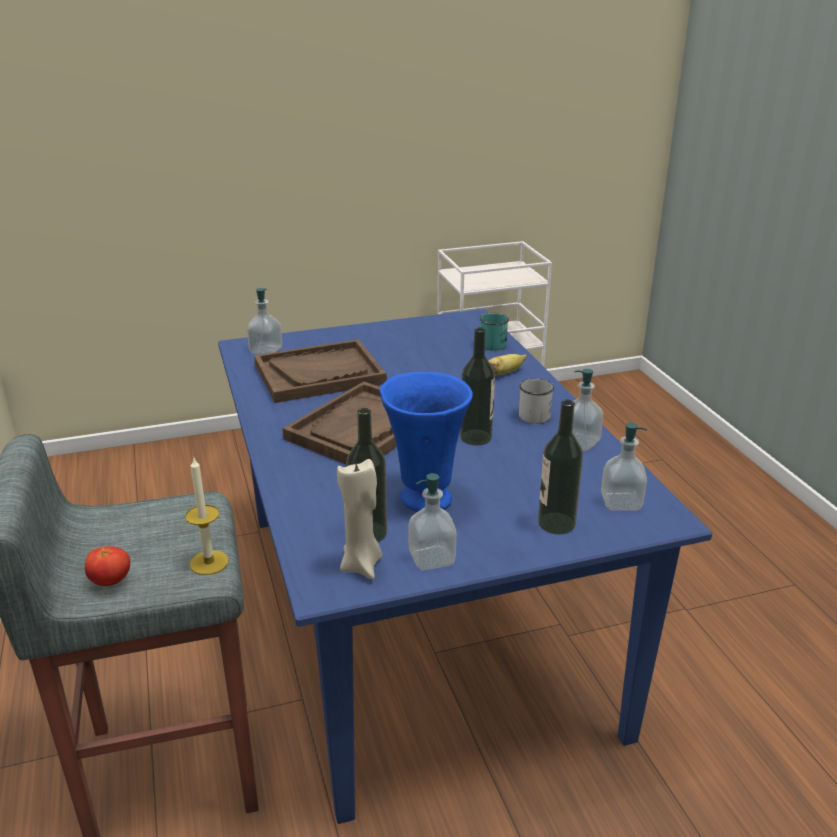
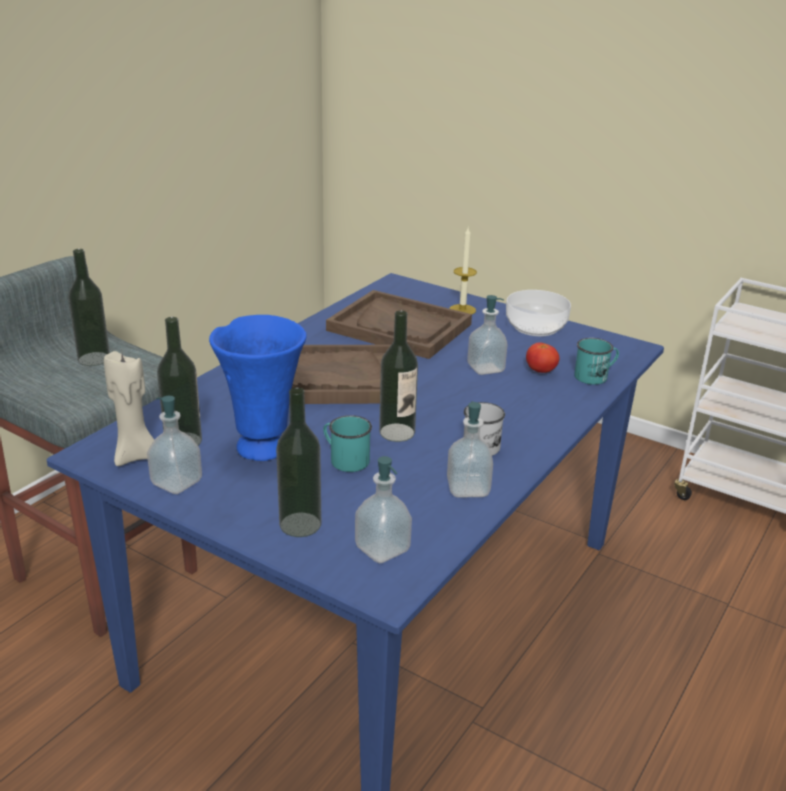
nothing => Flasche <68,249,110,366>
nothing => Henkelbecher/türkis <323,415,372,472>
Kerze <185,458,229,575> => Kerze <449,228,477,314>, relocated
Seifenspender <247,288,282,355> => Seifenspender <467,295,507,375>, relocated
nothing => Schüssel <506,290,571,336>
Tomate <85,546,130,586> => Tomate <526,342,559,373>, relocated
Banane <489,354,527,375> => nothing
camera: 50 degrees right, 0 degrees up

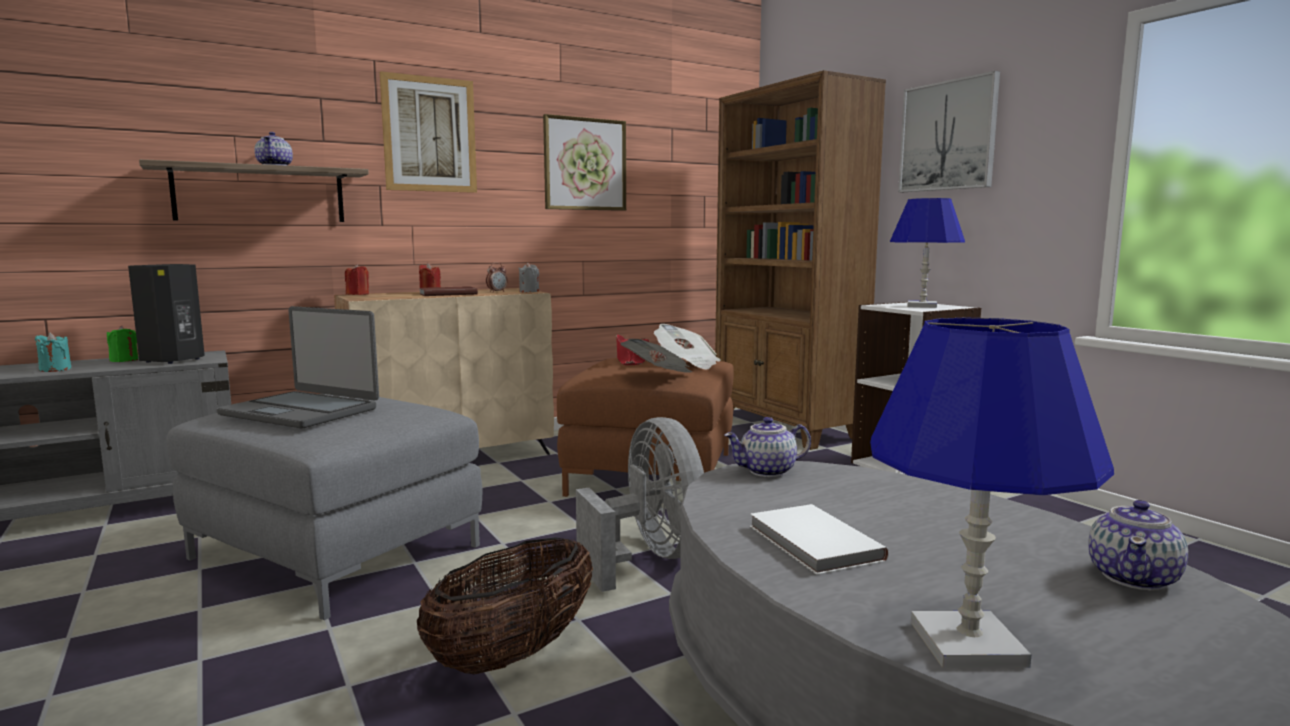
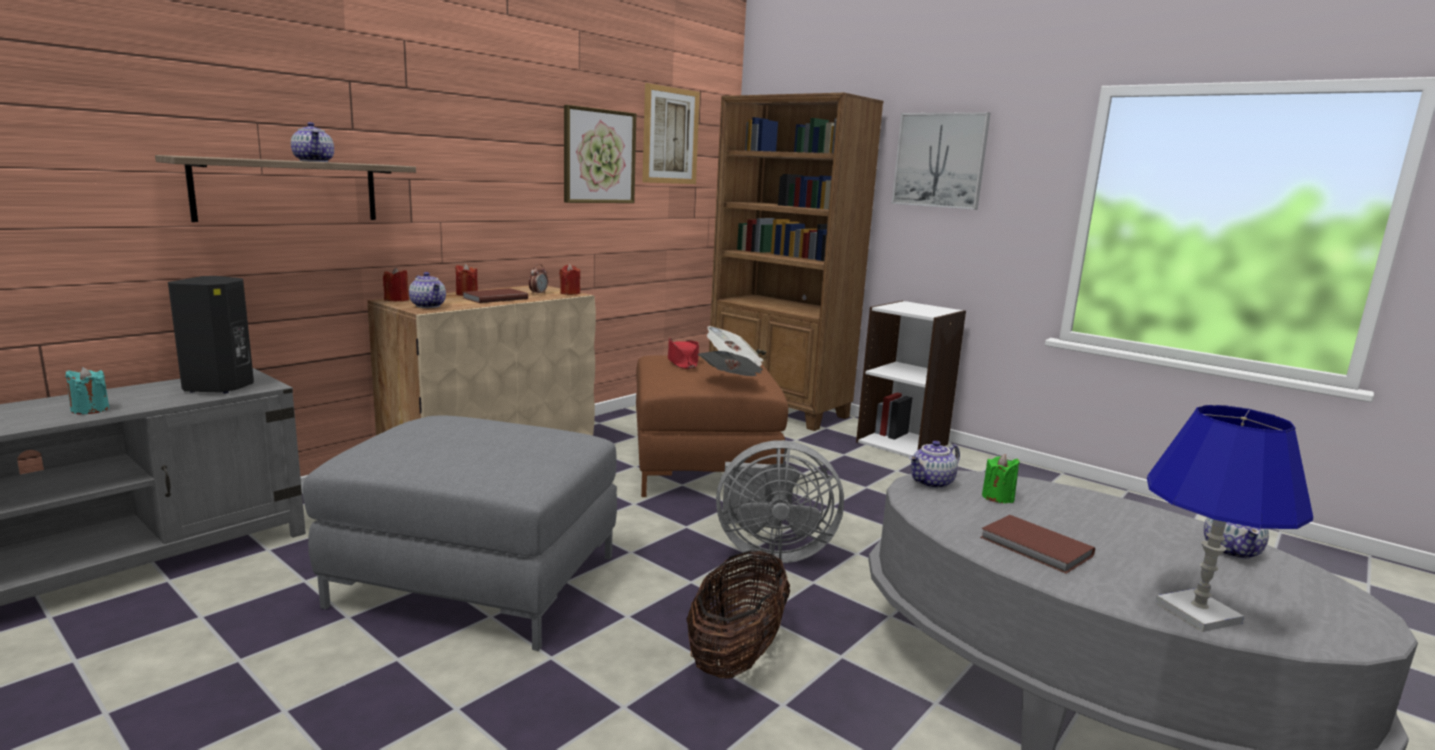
nothing => Teekanne <409,272,446,308>
Kerze/grau <519,262,539,293> => Kerze/rot <559,264,580,295>
Bild <380,71,477,193> => Bild <643,83,700,184>, relocated
Ventilator/grau <576,417,704,592> => Ventilator/grau <716,440,844,563>, 135 degrees clockwise
Buch/weiß <750,504,889,575> => Buch/braun <980,515,1095,574>
Kerze/grün <107,326,138,362> => Kerze/grün <982,454,1020,503>, relocated
Laptop <217,306,379,428> => nothing
Tischlampe/blau <890,198,965,308> => nothing
camera: 20 degrees left, 5 degrees up

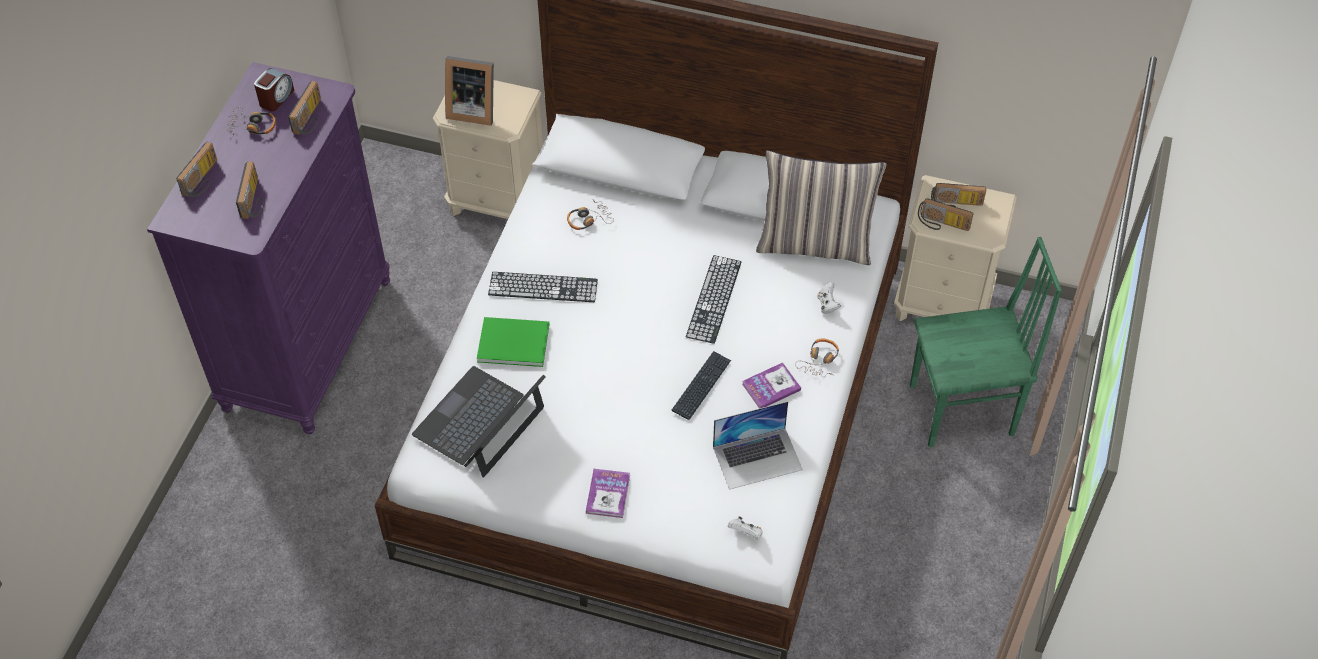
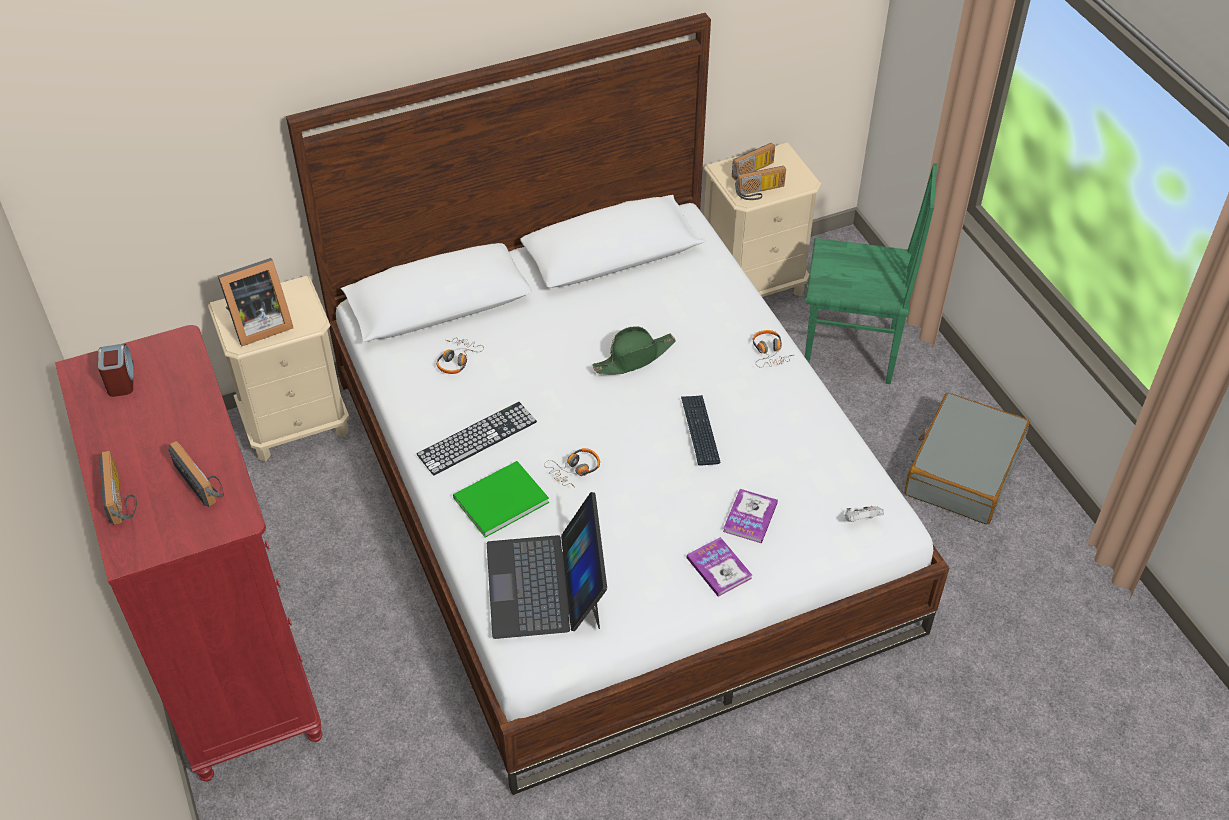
Kommode/lila <147,62,390,434> => Kommode/rot <55,325,323,782>
Kopfhörer <227,107,276,137> => Kopfhörer <544,448,600,488>, relocated
Tastatur <686,255,741,344> => Hut/grün <592,326,676,375>
Buch <742,362,801,408> => Buch <723,489,778,544>, relocated
Stuhl/grün <910,237,1062,447> => Stuhl/grün <805,163,937,384>, 60 degrees clockwise
nothing => Koffer/grau <904,393,1030,524>
Radio <288,81,321,135> => nothing
Laptop <713,401,803,490> => nothing
Kissen <756,150,886,265> => nothing
Gamepad/weiß <817,282,841,314> => nothing
camera: 40 degrees left, 5 degrees down

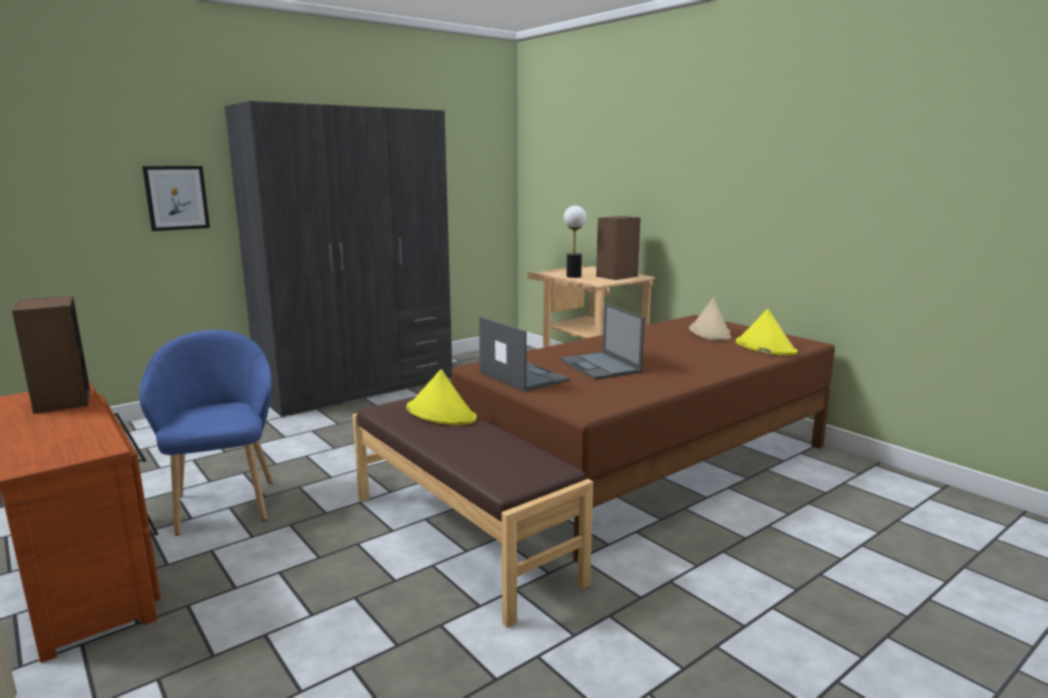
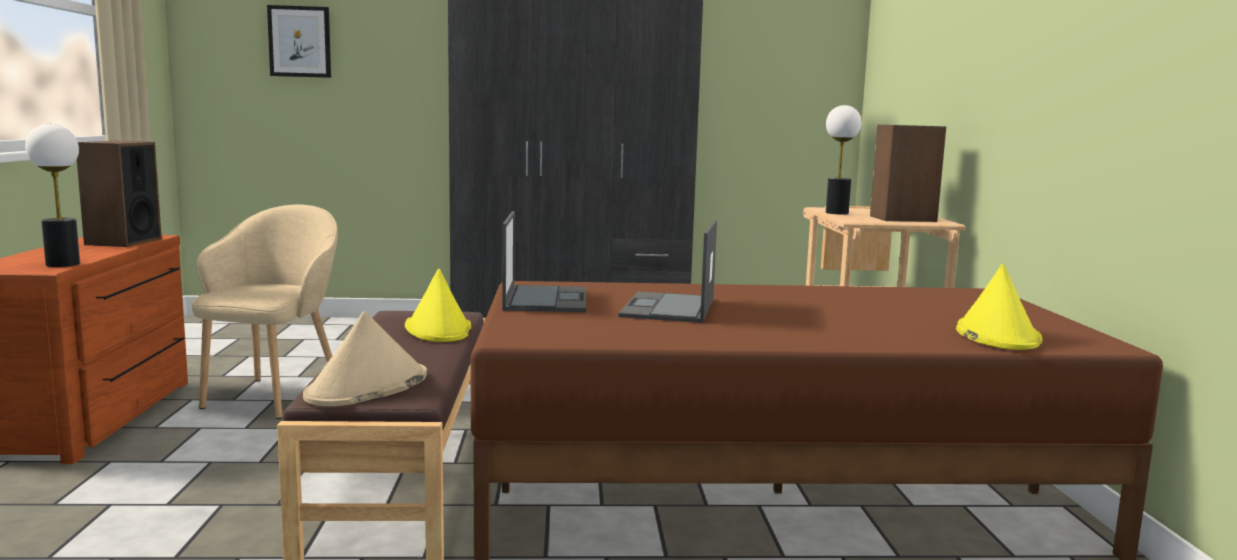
nothing => Tischlampe <25,124,80,267>
Sessel/blau <139,330,273,536> => Sessel/beige <192,204,338,419>
Bild <142,166,210,231> => Bild <267,5,331,78>, relocated
Hut/beige <689,297,731,341> => Hut/beige <303,311,427,406>, relocated
camera: 35 degrees right, 5 degrees down

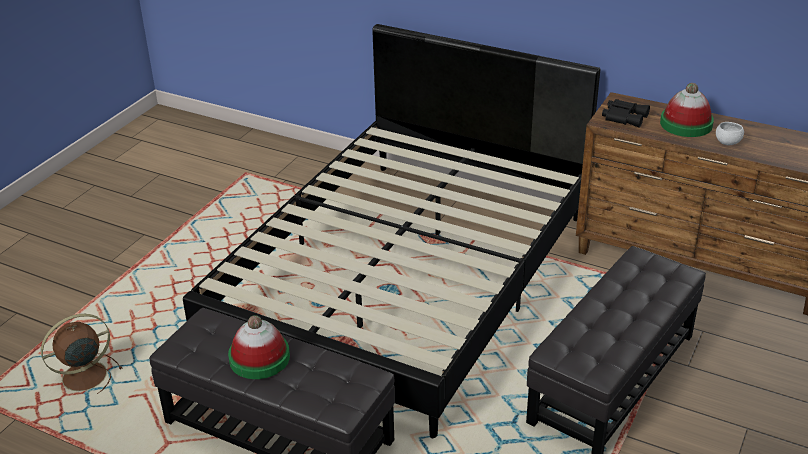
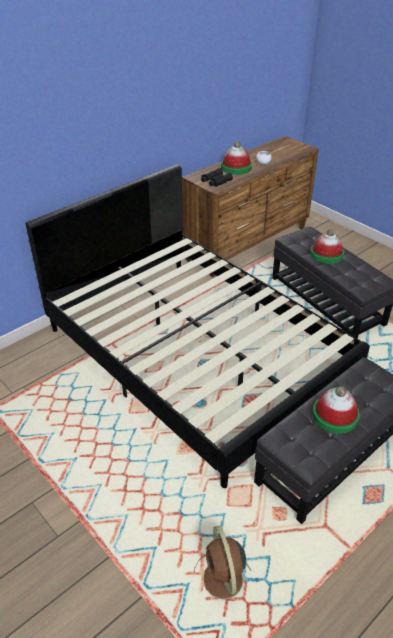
nothing => Hut <310,229,344,264>
camera: 70 degrees left, 5 degrees up

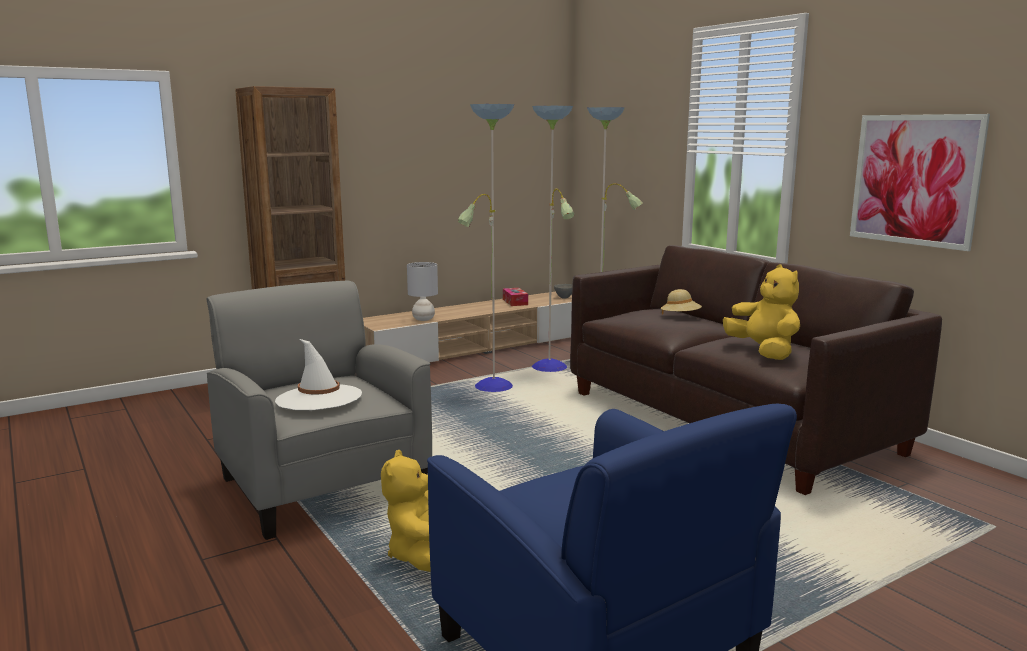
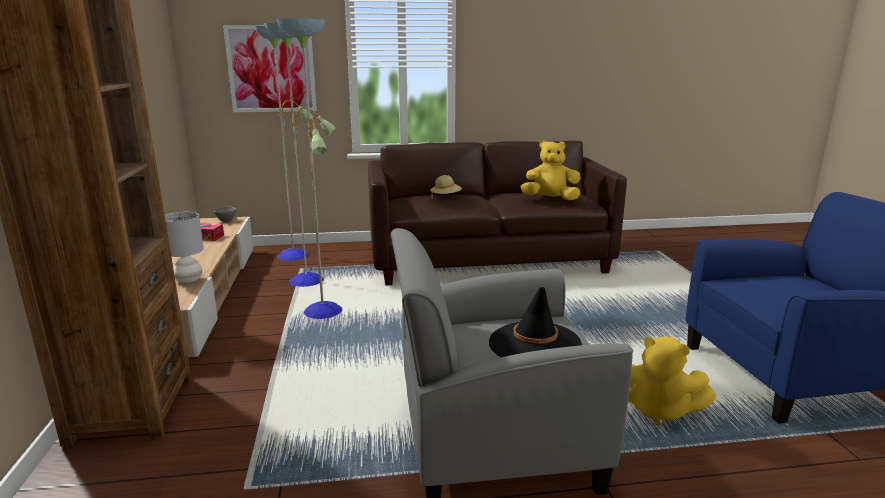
Bild <850,114,990,251> => Bild <223,25,317,112>, relocated
Hut/weiß <275,339,362,410> => Hut/schwarz <489,287,582,357>
camera: 65 degrees left, 5 degrees up

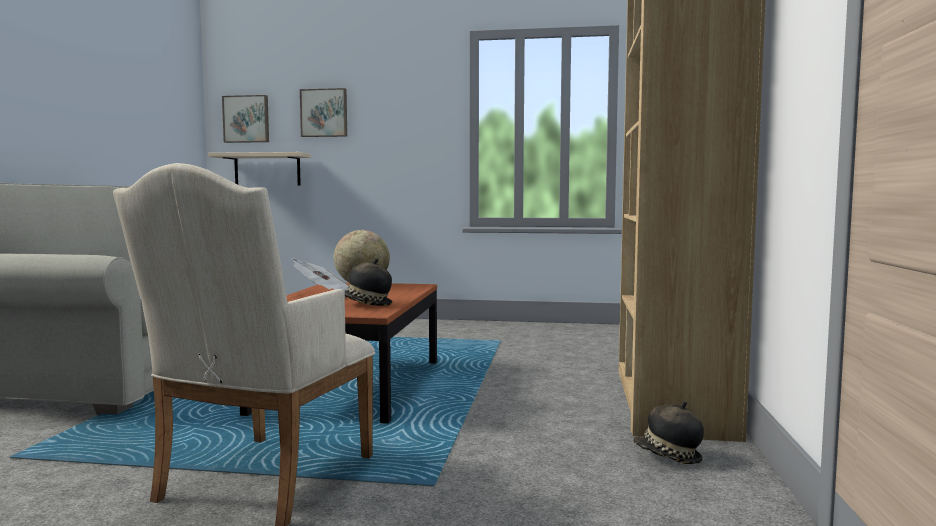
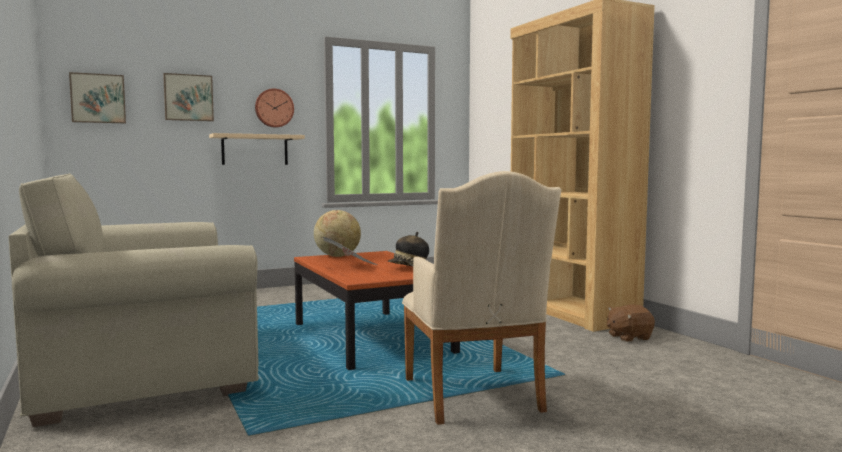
Wandregal/beige <208,152,311,186> => Wandregal/beige <209,133,305,165>, relocated
nothing => Wanduhr <255,89,294,128>
Hut <633,401,704,464> => Plüschtier/braun <607,305,655,342>
camera: 35 degrees left, 0 degrees up

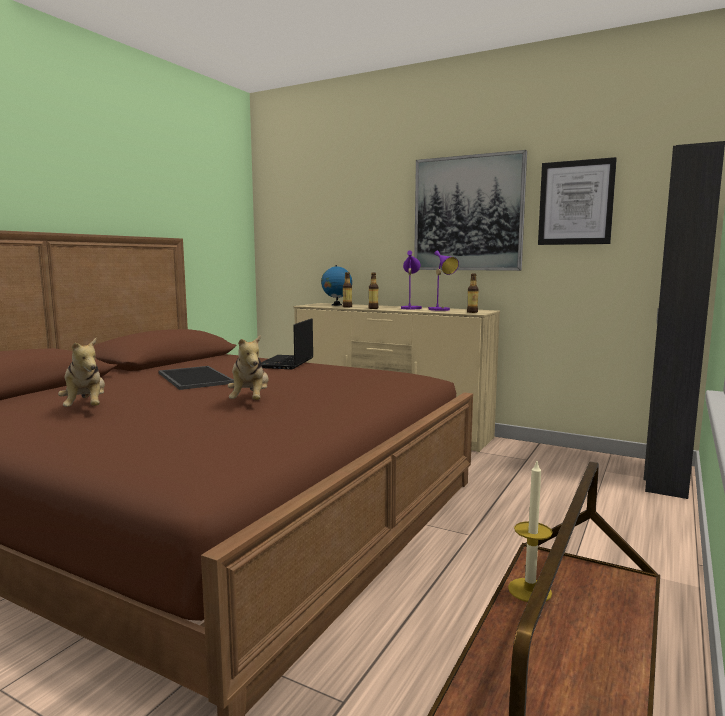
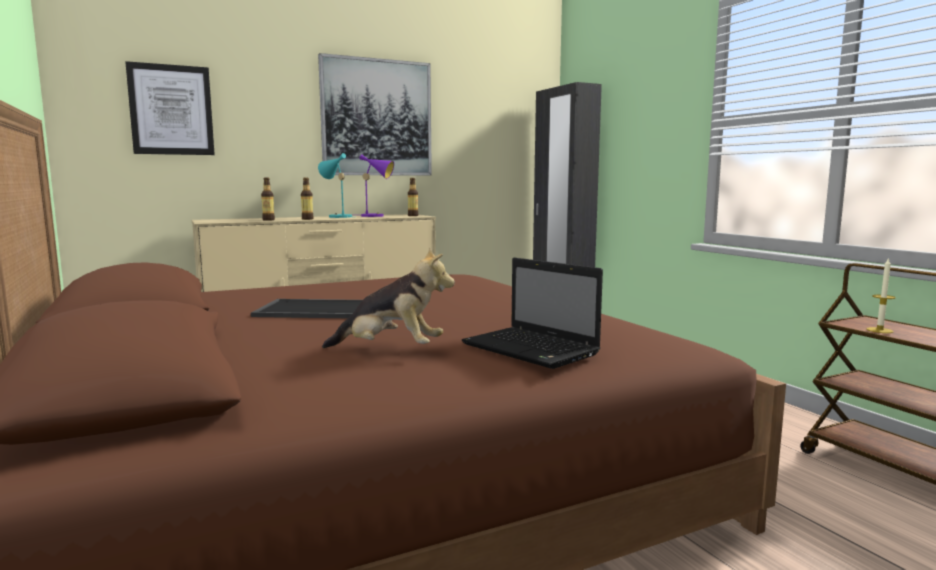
Bild <538,157,617,245> => Bild <125,61,215,155>, relocated
Tischlampe/lila <401,251,422,310> => Tischlampe/türkis <318,153,352,218>
Laptop <261,318,313,369> => Laptop <462,258,603,369>, relocated
Plüschtier <228,335,269,400> => nothing
Globus <321,265,352,306> => nothing
camera: 55 degrees left, 0 degrees up

